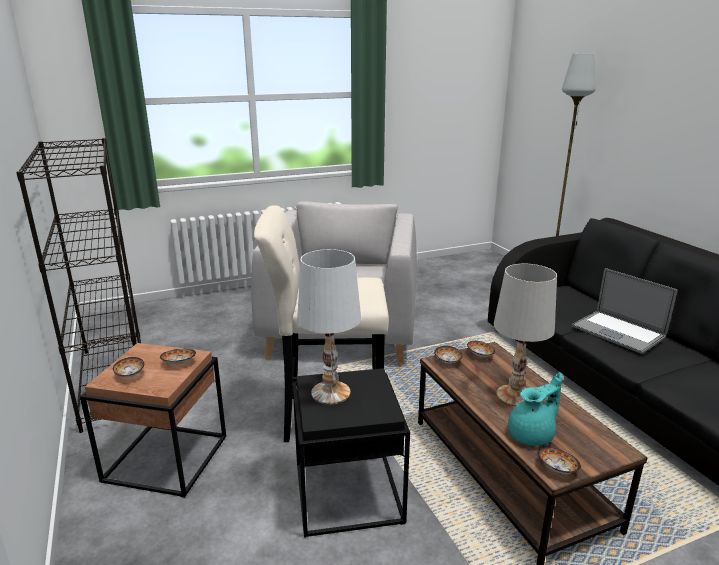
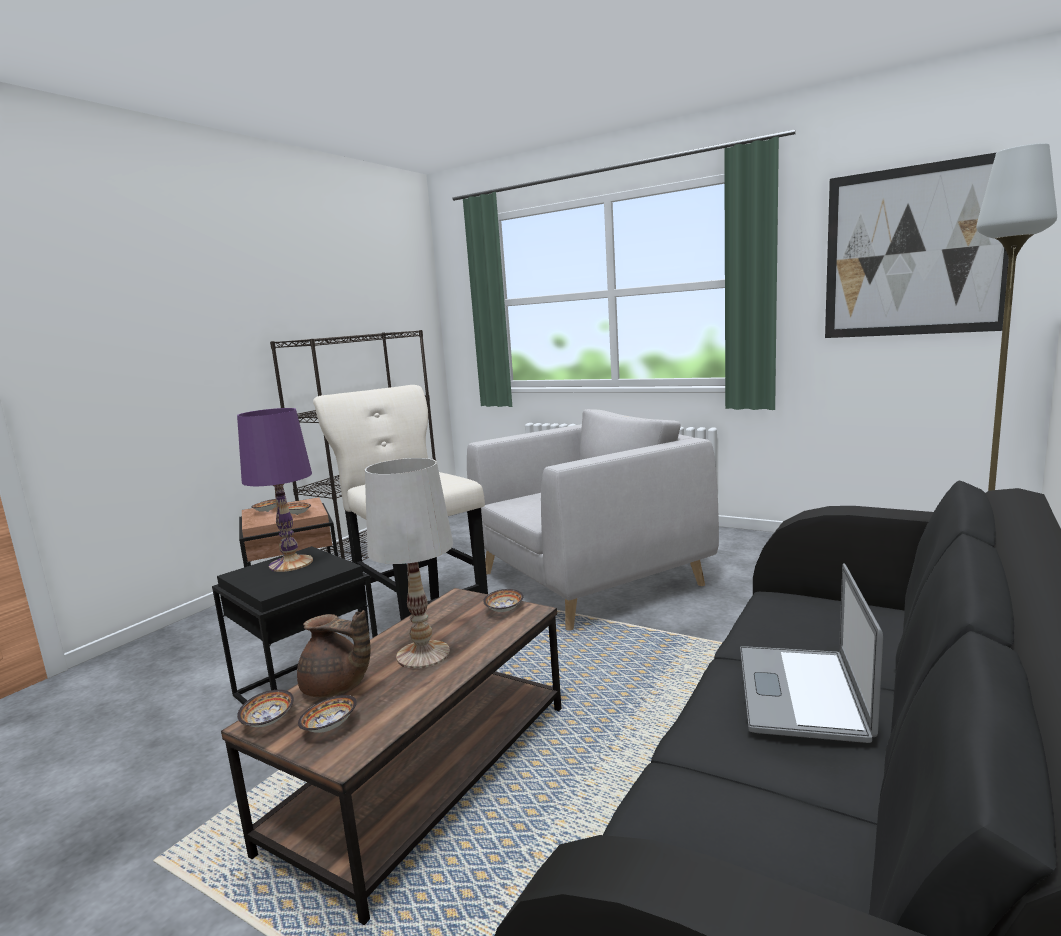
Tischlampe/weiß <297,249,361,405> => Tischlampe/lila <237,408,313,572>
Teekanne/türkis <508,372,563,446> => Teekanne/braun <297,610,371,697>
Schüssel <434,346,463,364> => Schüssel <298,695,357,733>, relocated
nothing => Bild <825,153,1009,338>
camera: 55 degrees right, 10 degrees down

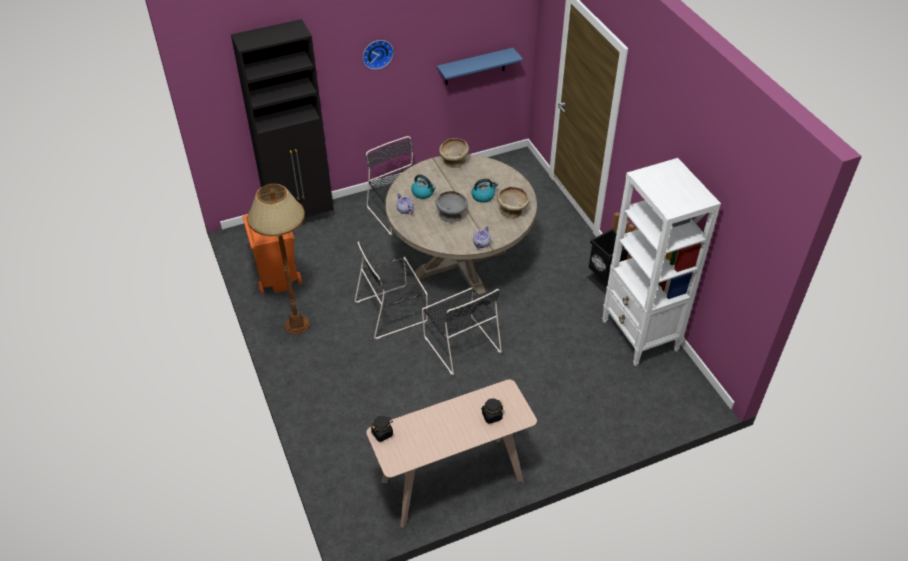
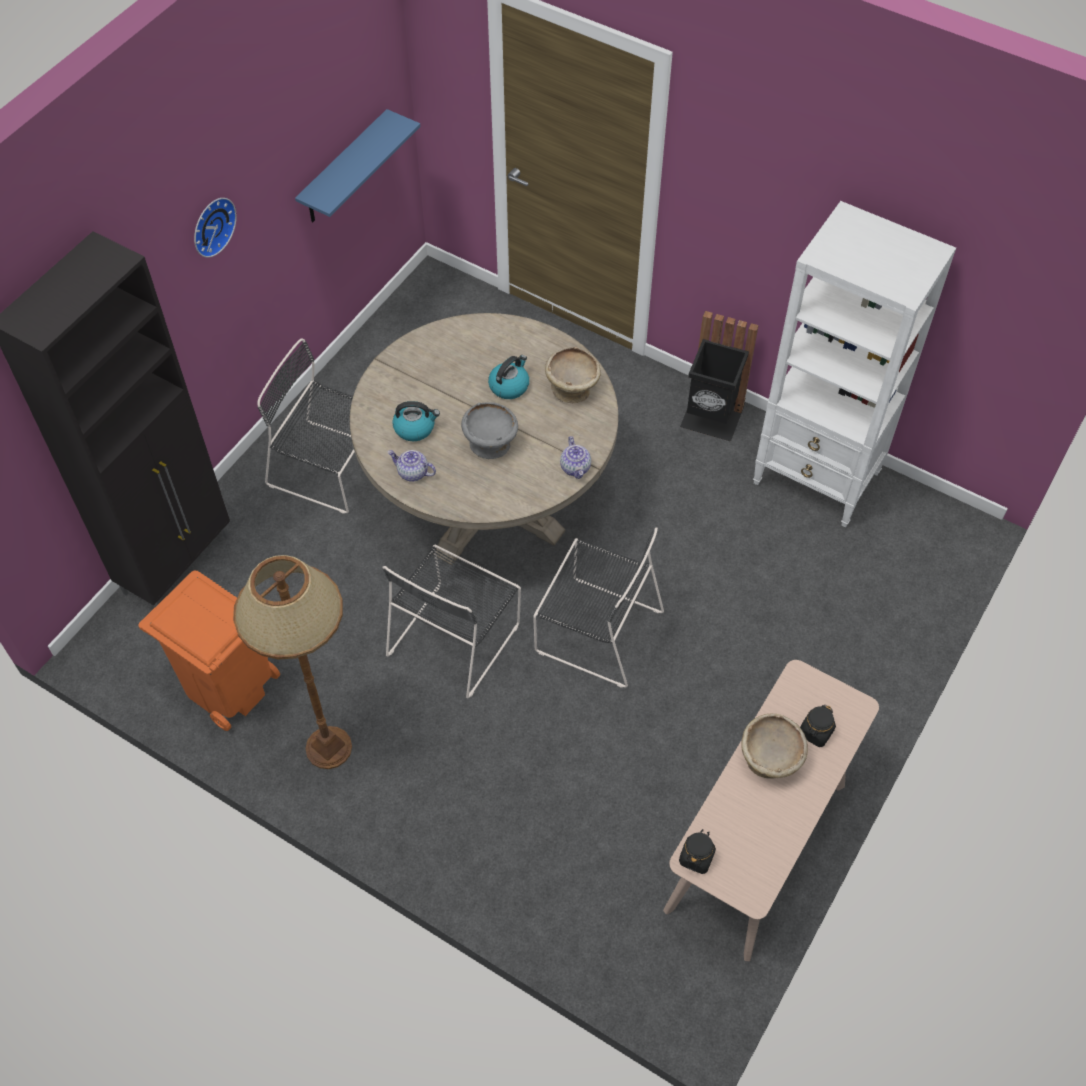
Schüssel/beige <439,138,469,168> => Schüssel/beige <741,714,808,779>, relocated
camera: 35 degrees left, 10 degrees up

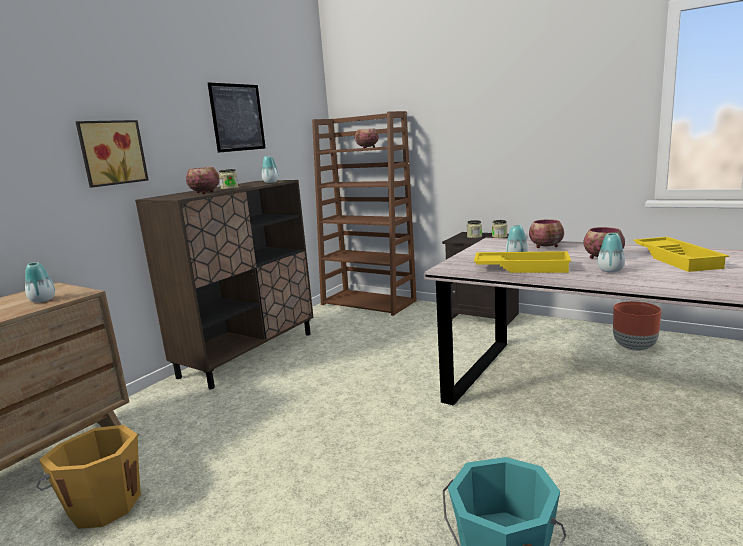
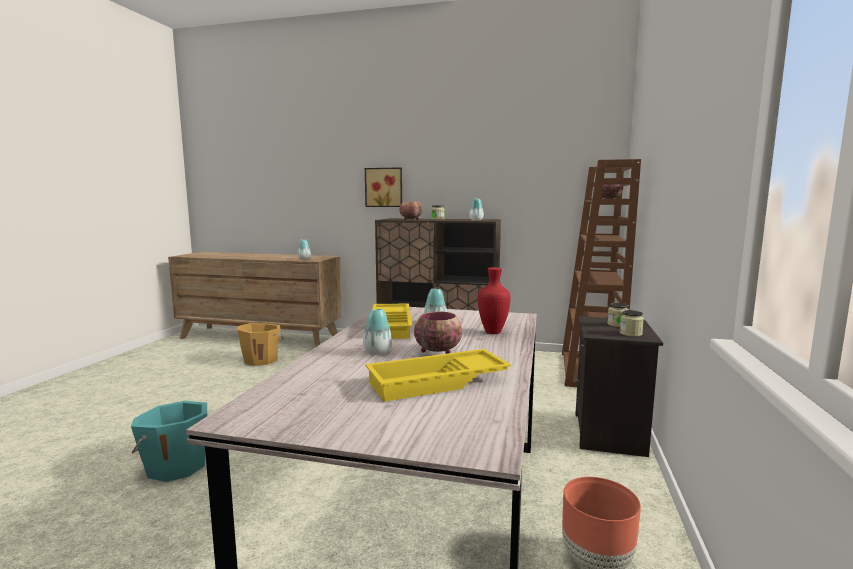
Schüssel <529,219,564,248> => Vase/rot <478,267,510,334>
Bild <208,83,266,153> => nothing
camera: 70 degrees right, 5 degrees down

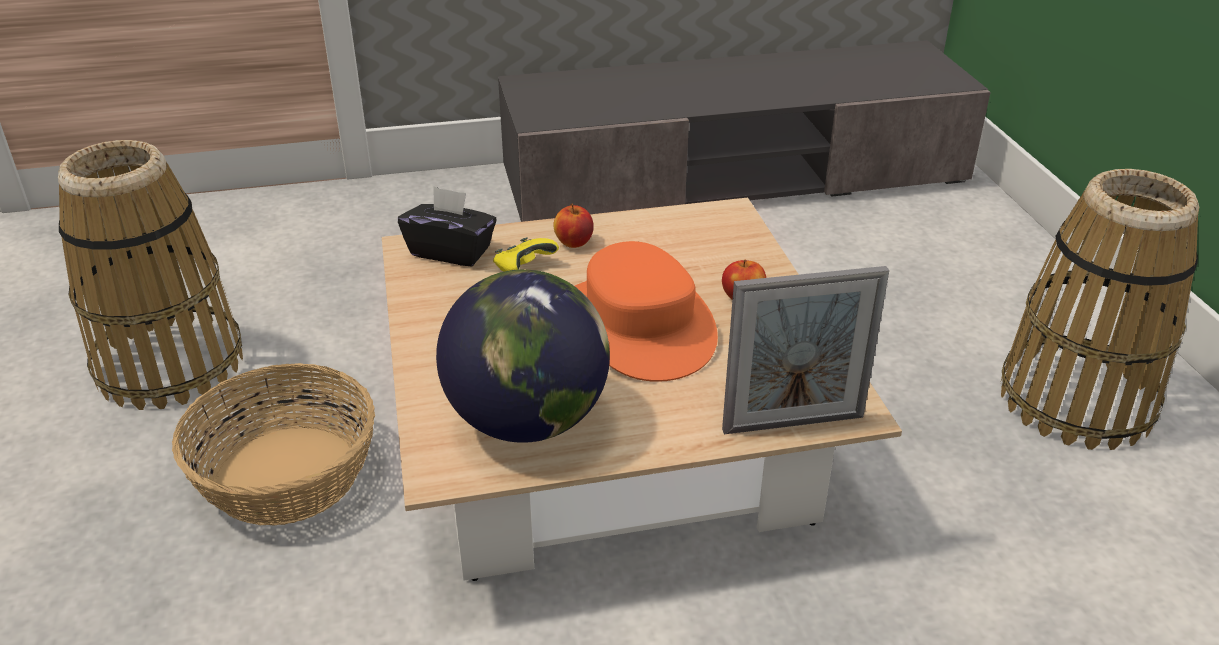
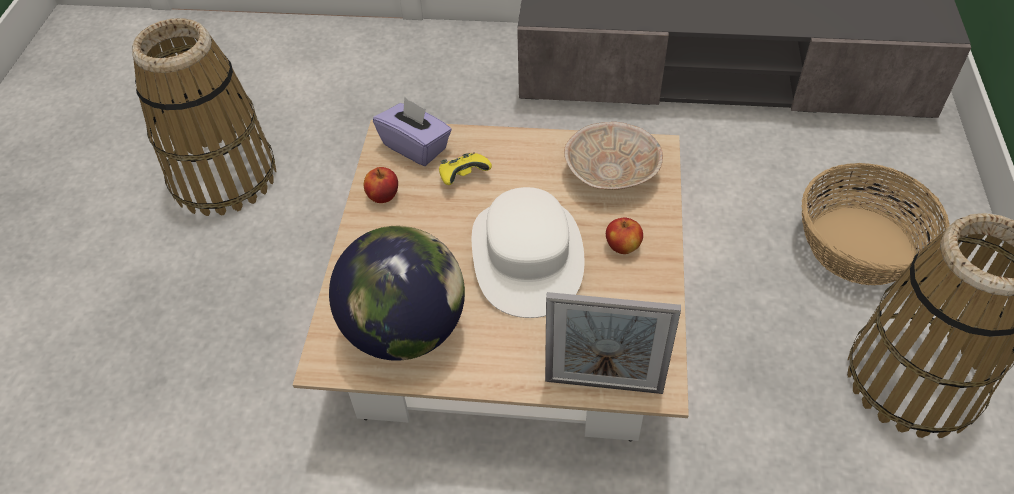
Apfel <553,203,594,248> => Apfel <364,167,398,203>, relocated
Taschentuchbox/schwarz <398,186,497,266> => Taschentuchbox/lila <373,97,452,166>
Hut/orange <575,241,718,382> => Hut/weiß <472,187,584,318>
nothing => Schüssel/beige <564,122,663,190>
Korb <172,363,375,526> => Korb <801,163,949,285>, relocated
camera: 20 degrees right, 15 degrees up

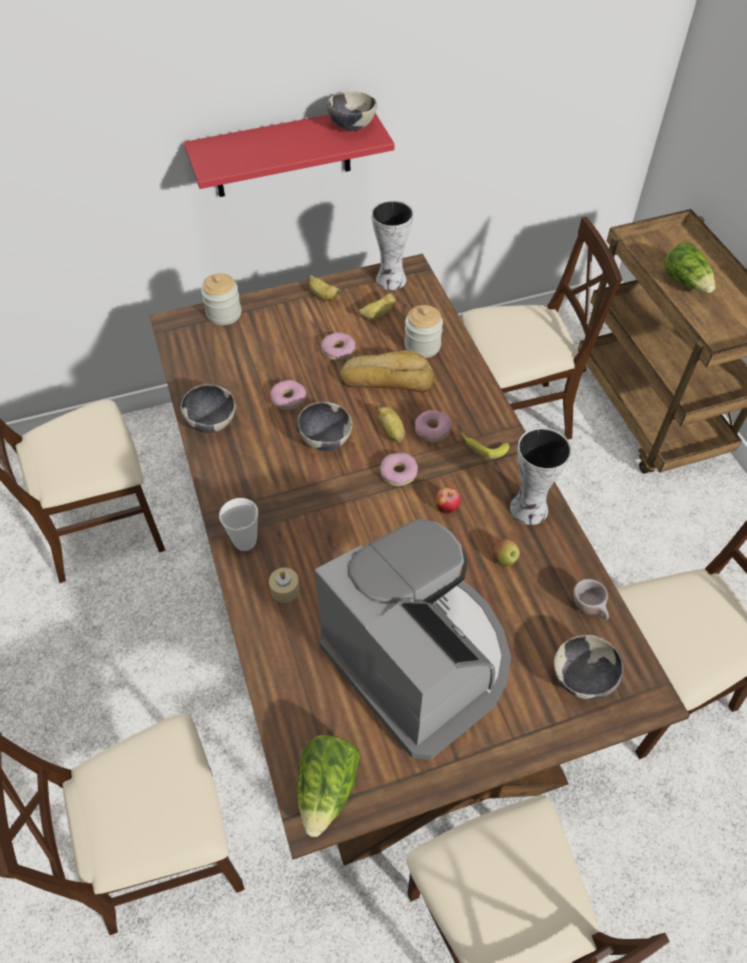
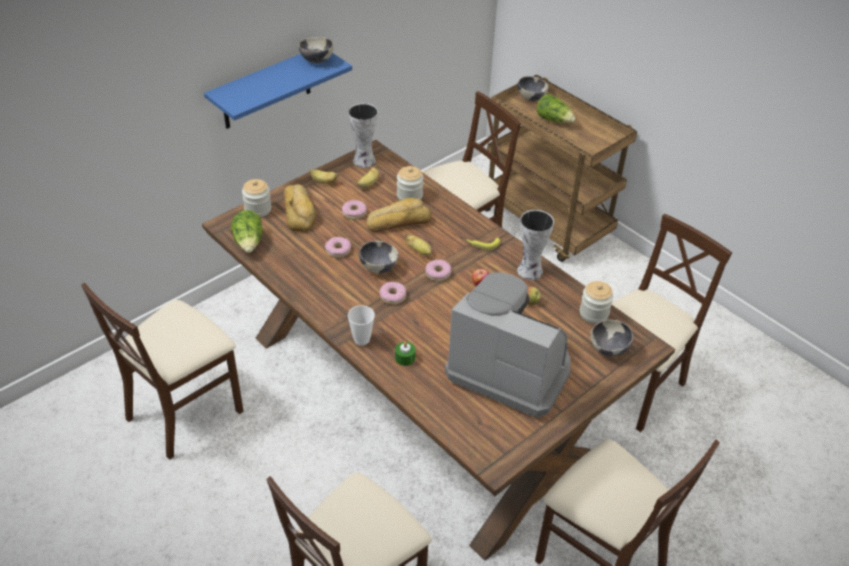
Wandregal/rot <184,113,395,197> => Wandregal/blau <204,53,352,129>
Salatkopf <296,735,360,837> => Salatkopf <231,210,263,253>, relocated
nothing => Brot <284,184,316,232>
Donut <415,410,451,443> => Donut <380,282,406,304>, relocated
Kerze/beige <269,568,300,603> => Kerze/grün <395,341,415,366>
Schüssel <180,384,236,433> => Schüssel <518,76,549,101>, relocated
Tasse/beige <573,579,609,620> => Vorratsglas <580,281,614,324>
camera: 25 degrees left, 10 degrees down

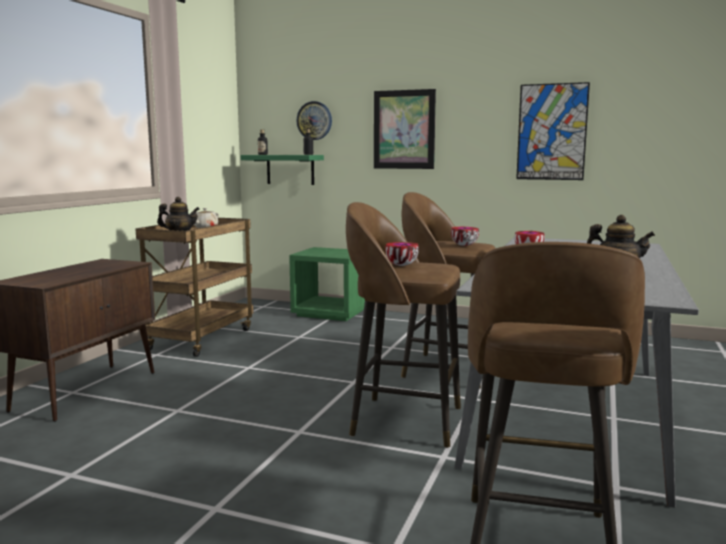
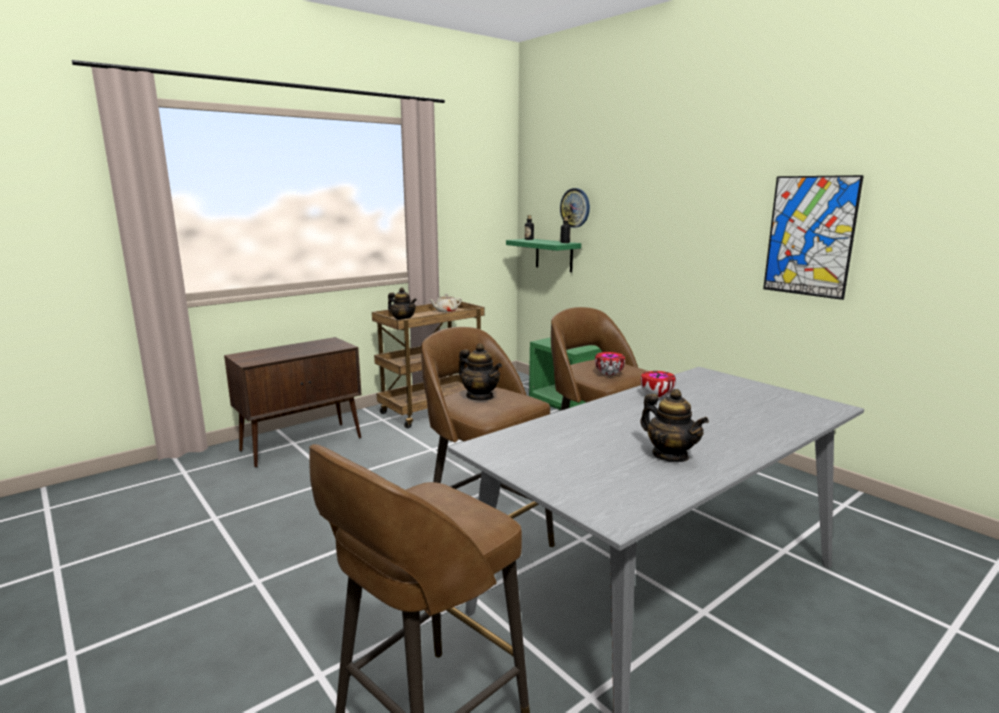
Schüssel <385,242,419,266> => Teekanne <459,344,502,400>
Bild <374,89,436,169> => nothing
camera: 30 degrees right, 5 degrees up

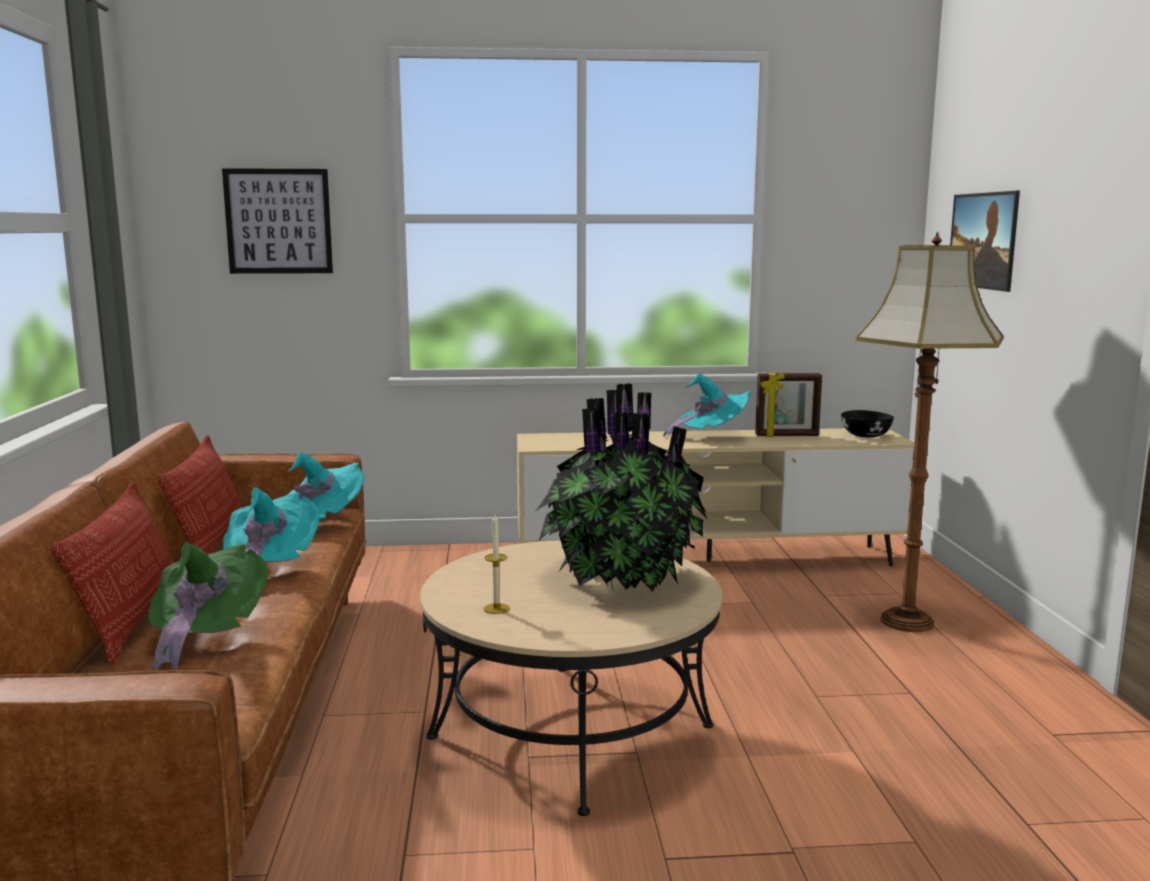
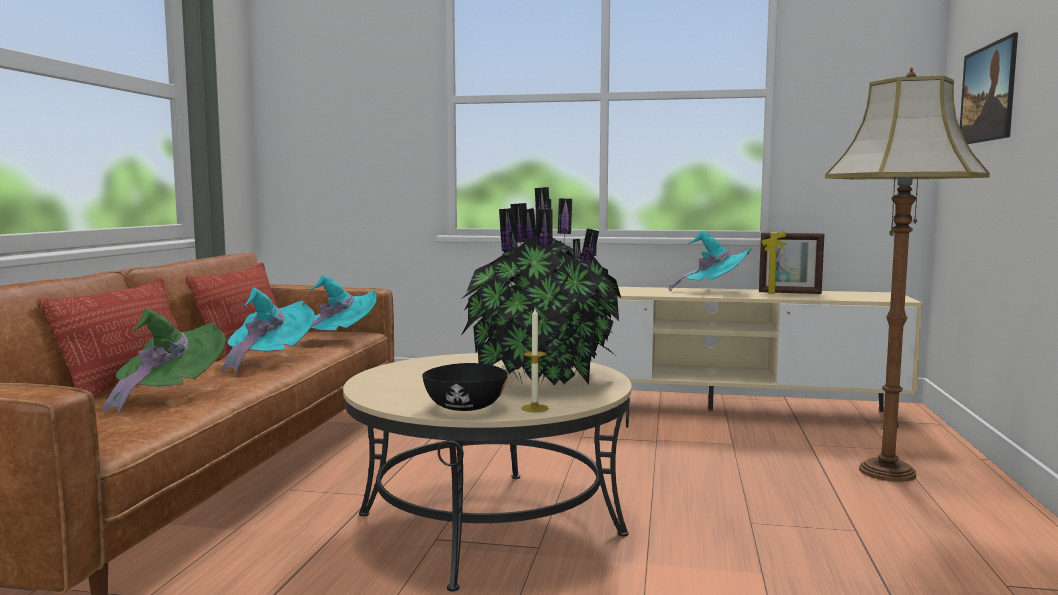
Schüssel/schwarz <841,410,894,437> => Schüssel/schwarz <422,363,508,411>, relocated
Kerze <484,514,510,614> => Kerze <521,308,548,412>, relocated
Bild <222,168,333,274> => nothing
camera: 15 degrees right, 5 degrees down

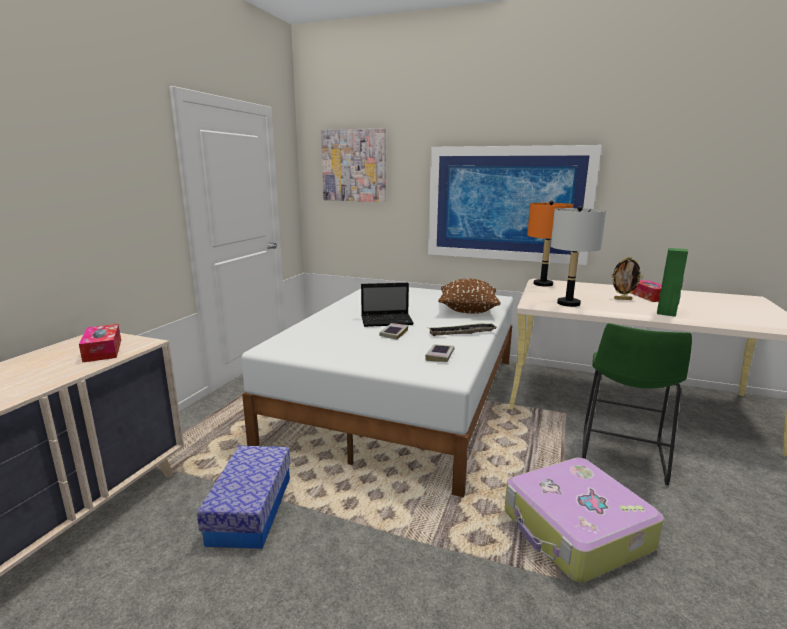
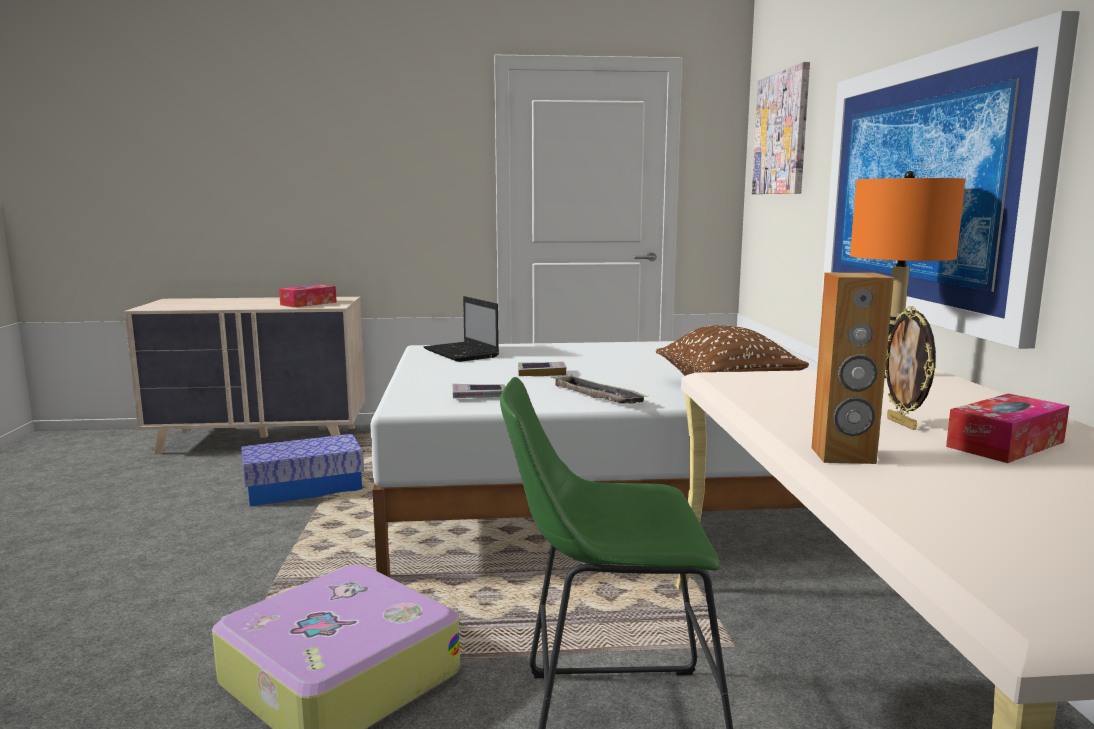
Laptop <361,283,414,327> => Laptop <423,296,499,362>, relocated
Lautsprecher/grün <657,248,688,317> => Lautsprecher/braun <812,273,894,464>
Tischlampe/grau <551,206,606,307> => nothing
camera: 65 degrees right, 5 degrees down

